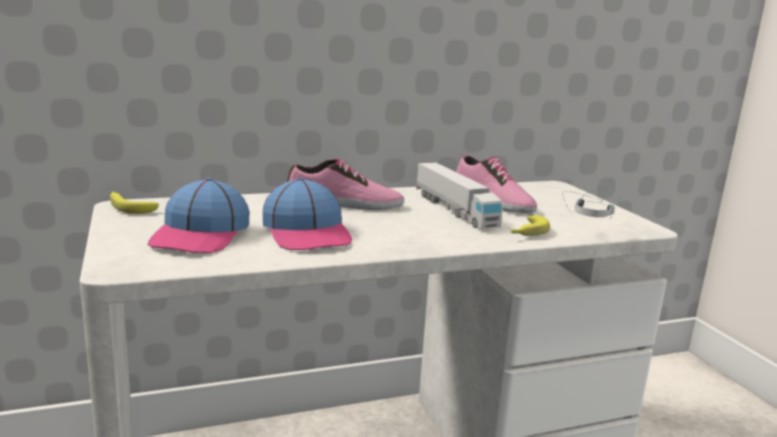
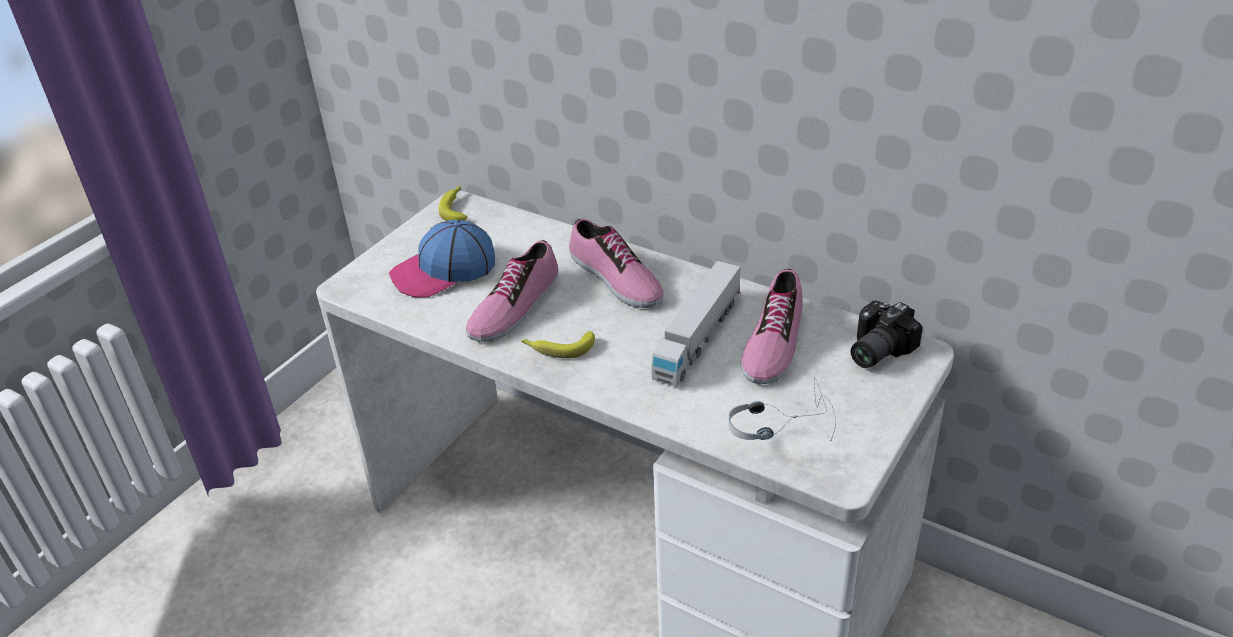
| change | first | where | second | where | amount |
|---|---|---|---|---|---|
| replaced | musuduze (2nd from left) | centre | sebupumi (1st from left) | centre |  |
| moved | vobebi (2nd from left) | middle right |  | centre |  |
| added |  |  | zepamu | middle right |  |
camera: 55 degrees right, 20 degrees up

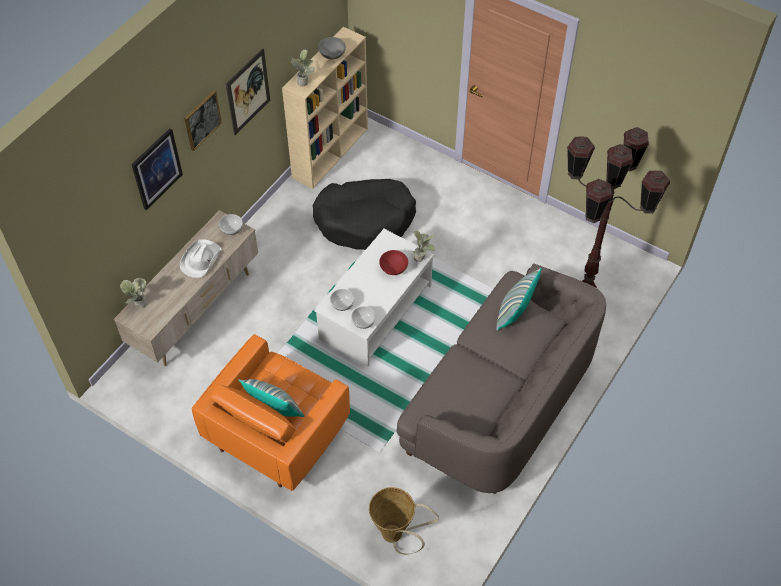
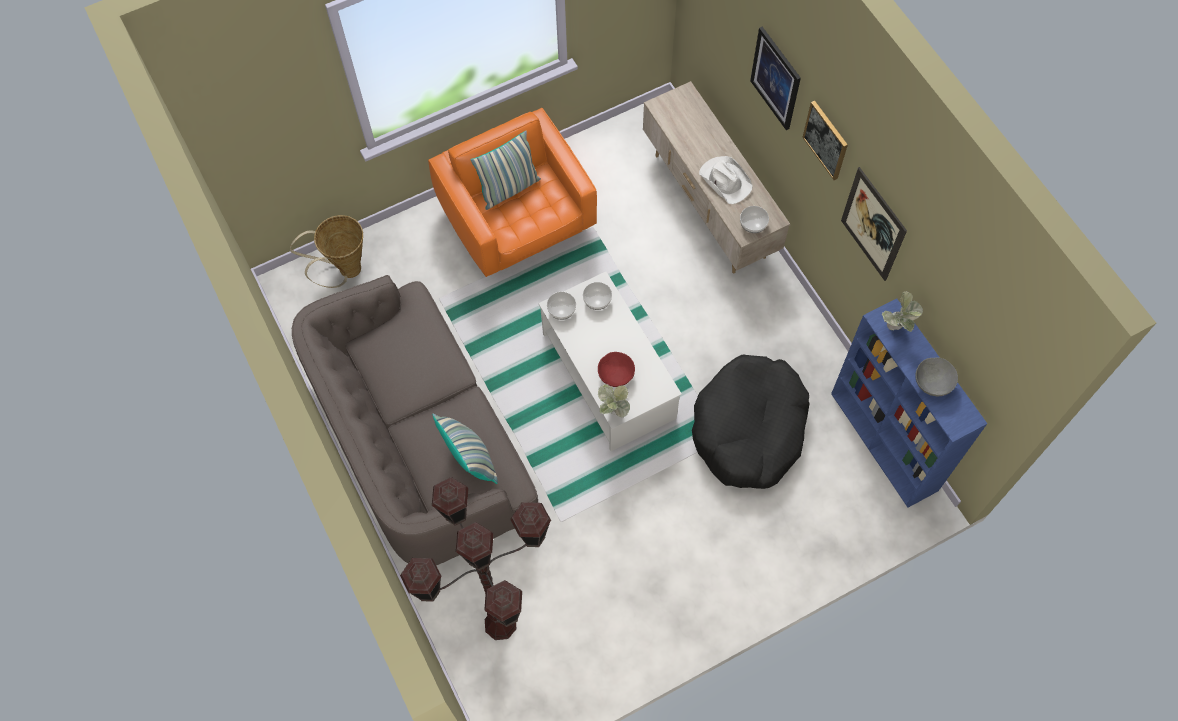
| change | first | where | second | where | amount |
|---|---|---|---|---|---|
| recoloured | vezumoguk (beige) | top centre | vezumoguk (blue) | middle right |  |
| removed | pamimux (1st from left) | middle left |  |  |  |
camera: 120 degrees right, 10 degrees up

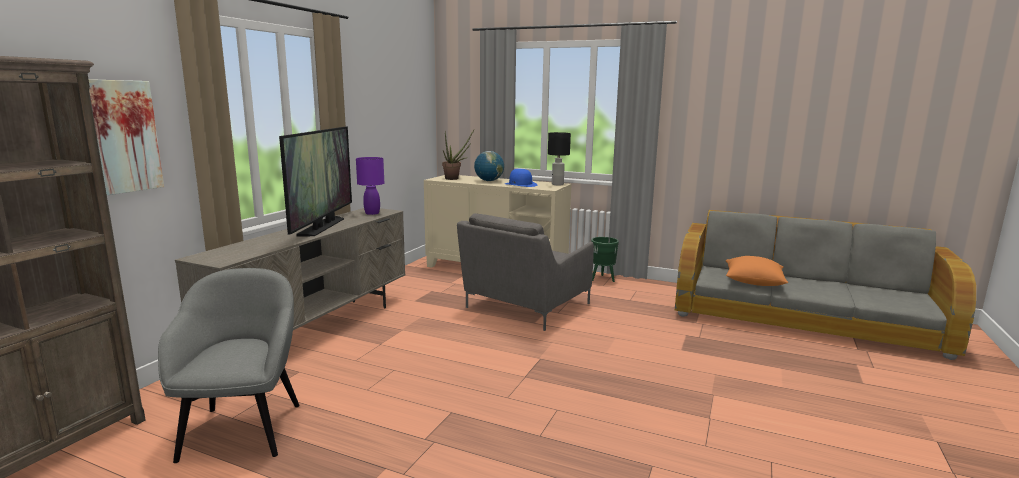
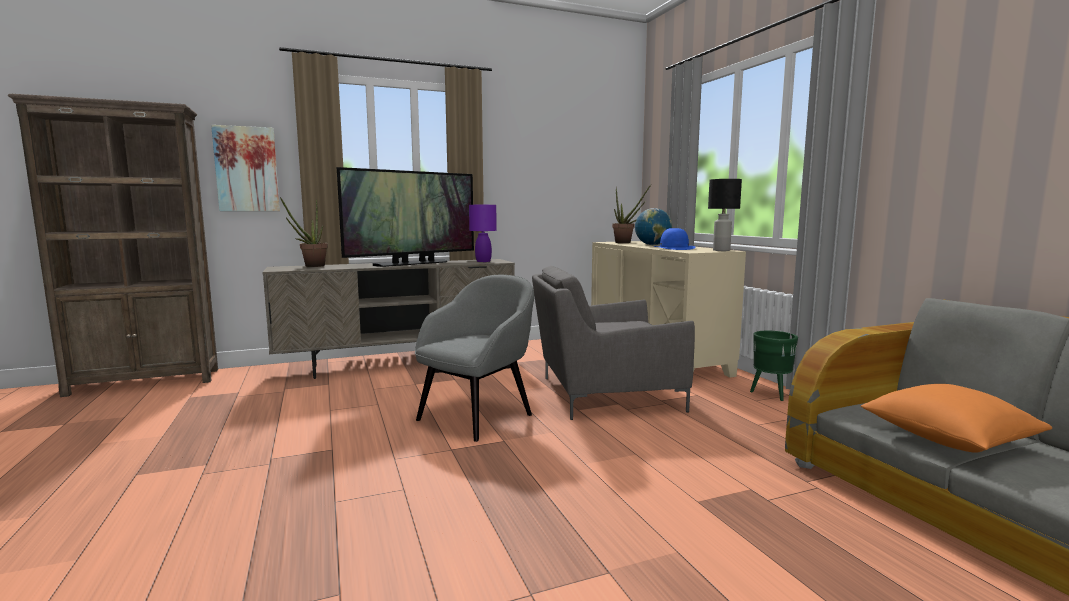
| change | first | where | second | where | amount |
|---|---|---|---|---|---|
| added |  |  | pamimux (1st from left) | middle left |  |
| moved | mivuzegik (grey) (1st from left) | bottom left |  | centre |  |
camera: 45 degrees right, 5 degrees down

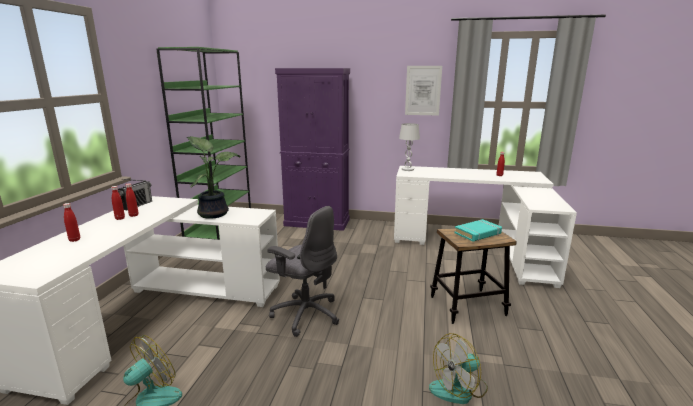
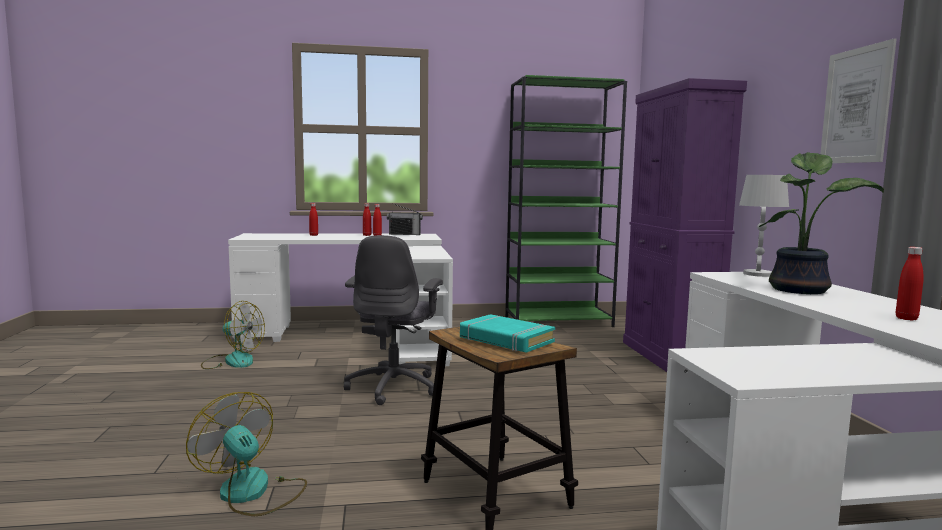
| change | first | where | second | where | amount |
|---|---|---|---|---|---|
| moved | pamimux | middle left |  | middle right |  |
camera: 70 degrees right, 10 degrees down

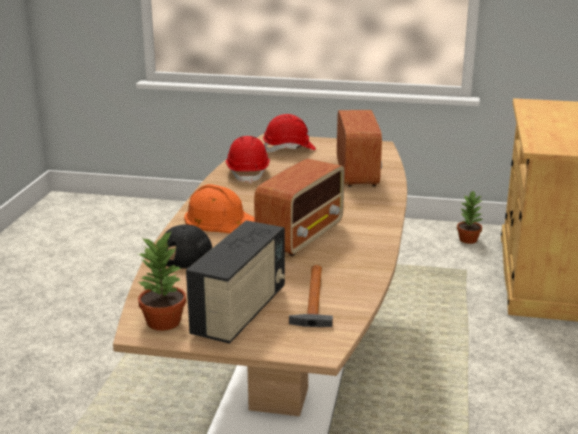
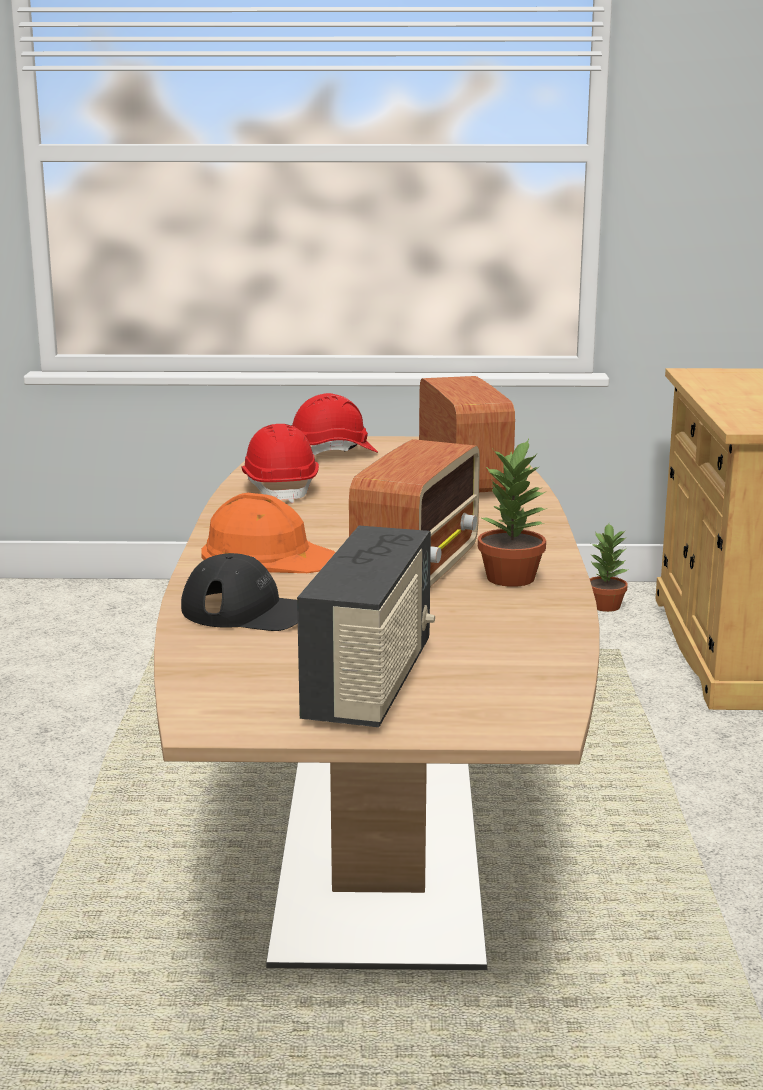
| change | first | where | second | where | amount |
|---|---|---|---|---|---|
| moved | pamimux (1st from left) | middle left |  | middle right |  |
| removed | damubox | bottom centre |  |  |  |
camera: 10 degrees left, 5 degrees down

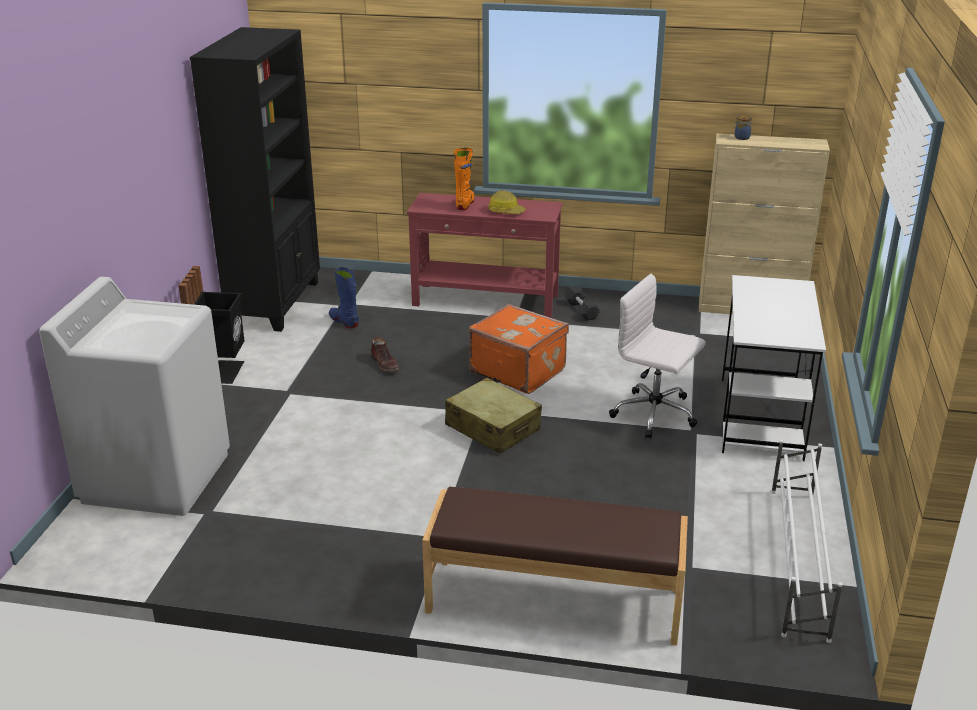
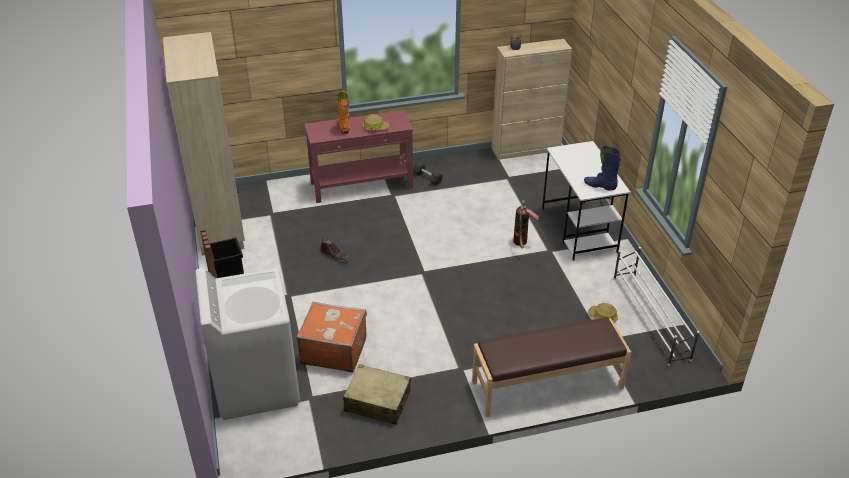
| change | first | where | second | where | amount |
|---|---|---|---|---|---|
| recoloured | vezumoguk (black) | top left | vezumoguk (beige) | top left |  |
| moved | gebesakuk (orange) | centre |  | bottom centre |  |
| moved | gebesakuk (beige) | centre |  | bottom centre |  |
| replaced | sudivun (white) | middle right | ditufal | centre |  |
| moved | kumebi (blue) | centre |  | middle right |  |
| added |  |  | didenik (2nd from left) | middle right |  |
camera: 25 degrees left, 10 degrees up

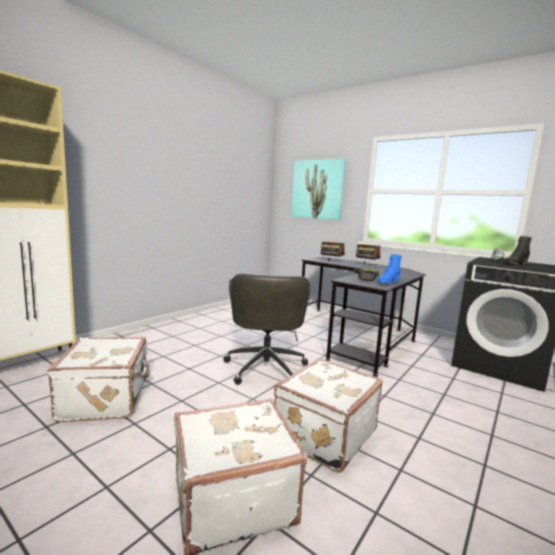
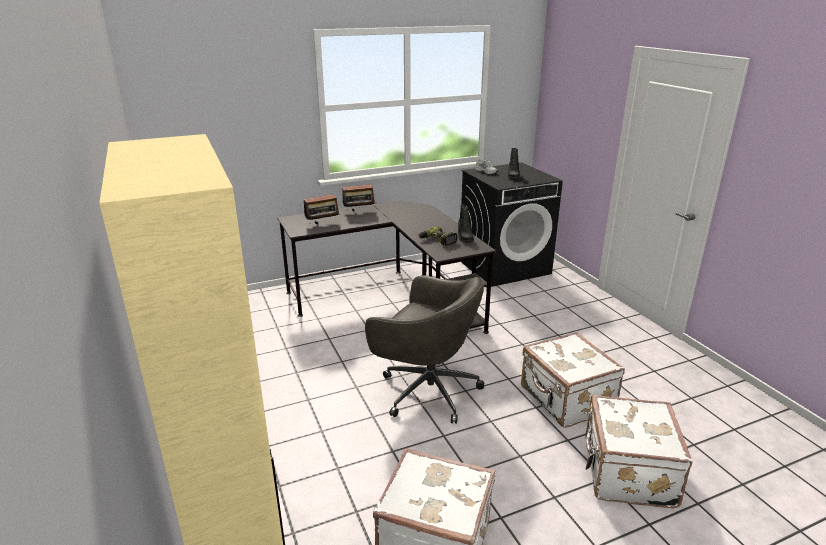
| change | first | where | second | where | amount |
|---|---|---|---|---|---|
| recoloured | kumebi (blue) | middle right | kumebi (black) (1st from left) | centre |  |
| removed | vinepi | centre |  |  |  |
camera: 60 degrees left, 15 degrees up

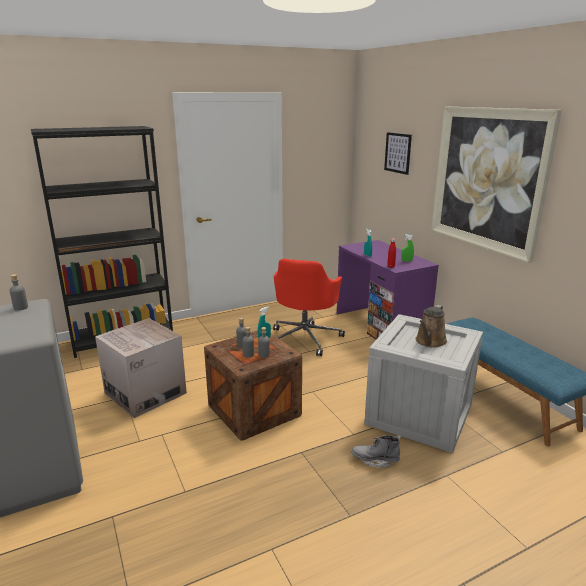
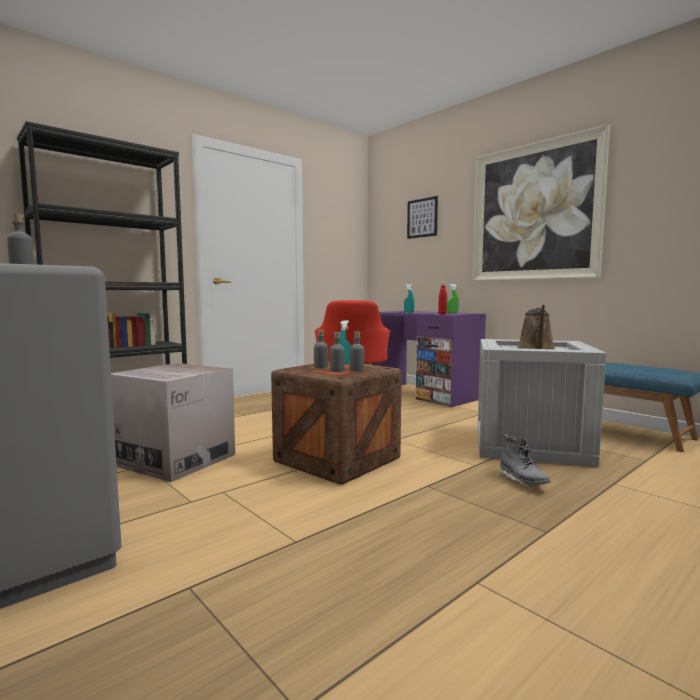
| change | first | where | second | where | amount |
|---|---|---|---|---|---|
| turned | kumebi (grey) | bottom centre |  | middle right | 105 degrees counterclockwise |
camera: 15 degrees left, 15 degrees down

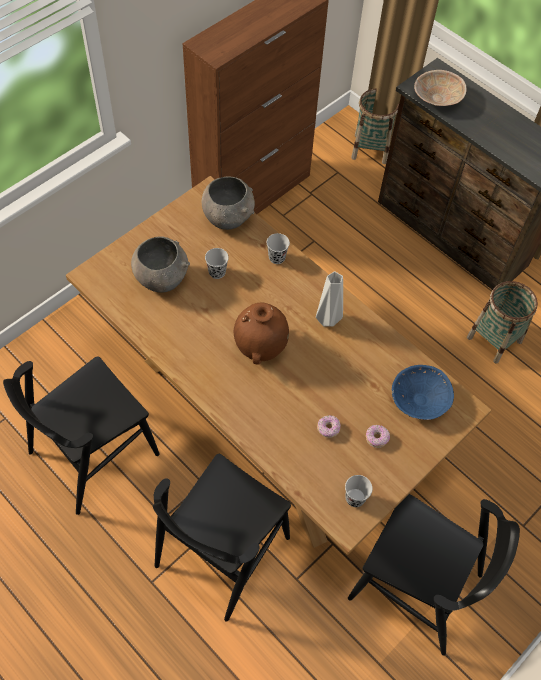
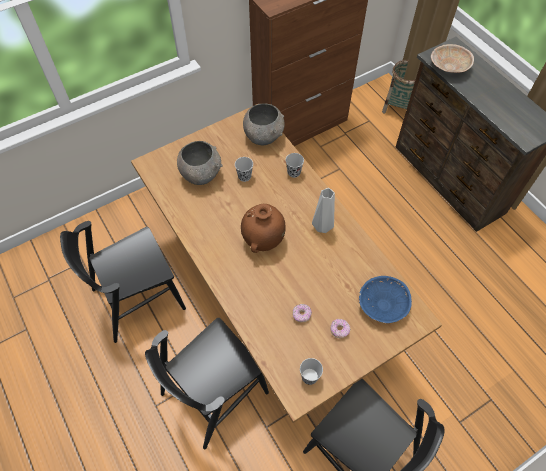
| change | first | where | second | where | amount |
|---|---|---|---|---|---|
| removed | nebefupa (2nd from left) | middle right |  |  |  |
camera: 15 degrees right, 0 degrees up

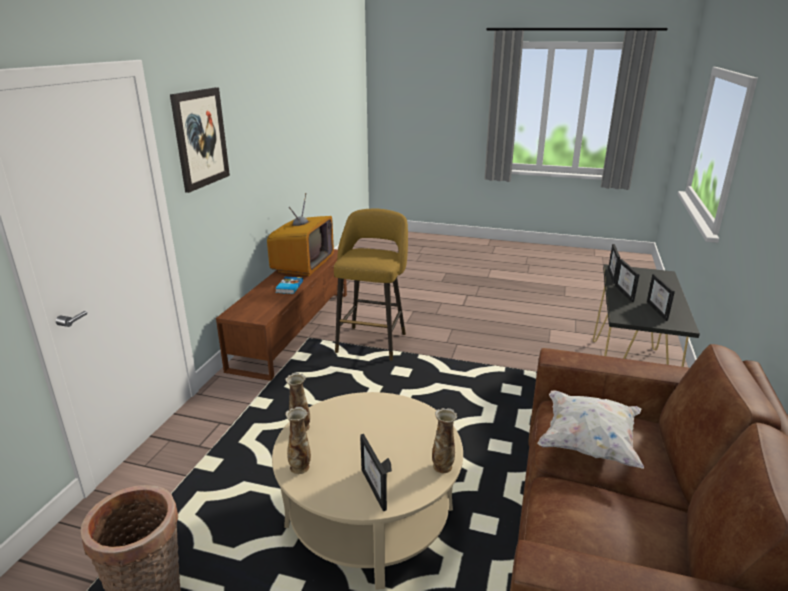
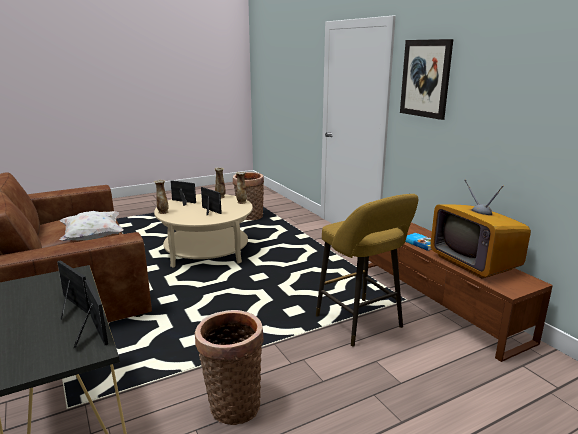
| change | first | where | second | where | amount |
|---|---|---|---|---|---|
| added |  |  | nebefupa (1st from left) | bottom centre |  |
| moved | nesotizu (4th from left) | middle right |  | centre |  |
camera: 135 degrees right, 5 degrees down

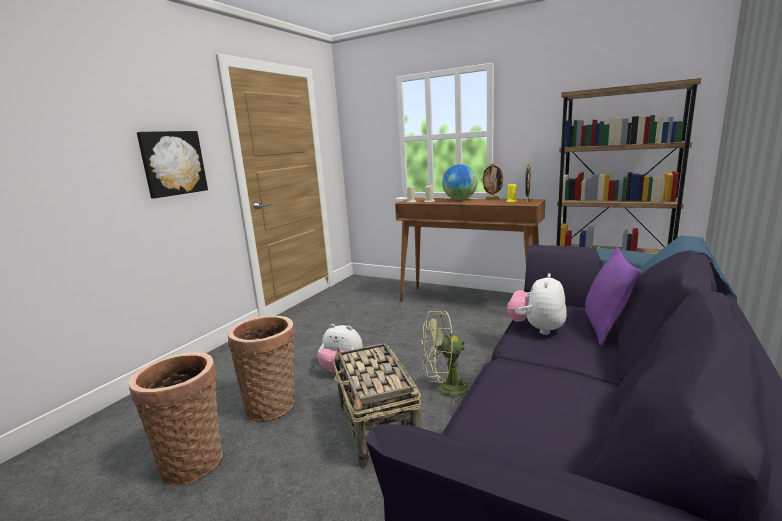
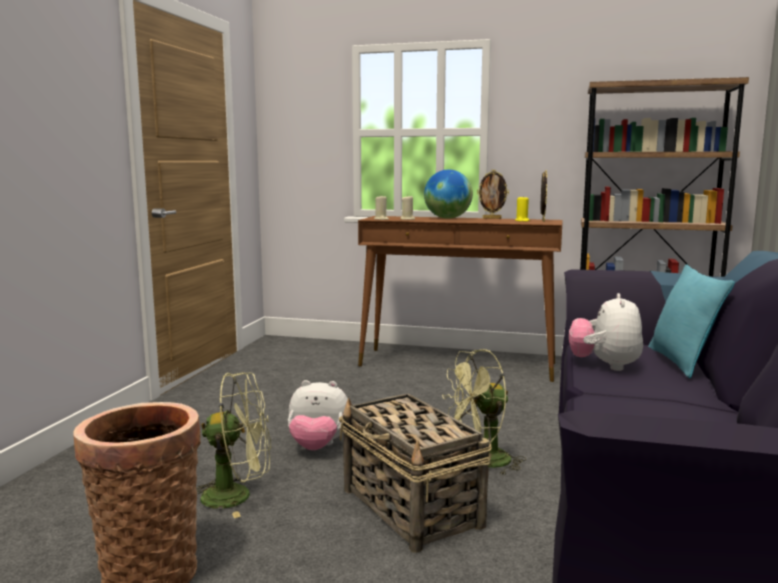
| change | first | where | second | where | amount |
|---|---|---|---|---|---|
| replaced | nebefupa (2nd from left) | bottom centre | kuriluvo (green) (1st from left) | bottom left |  |
| recoloured | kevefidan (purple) | middle right | kevefidan (turquoise) | middle right |  |
| removed | vinepi | top left |  |  |  |
camera: 15 degrees left, 5 degrees down

